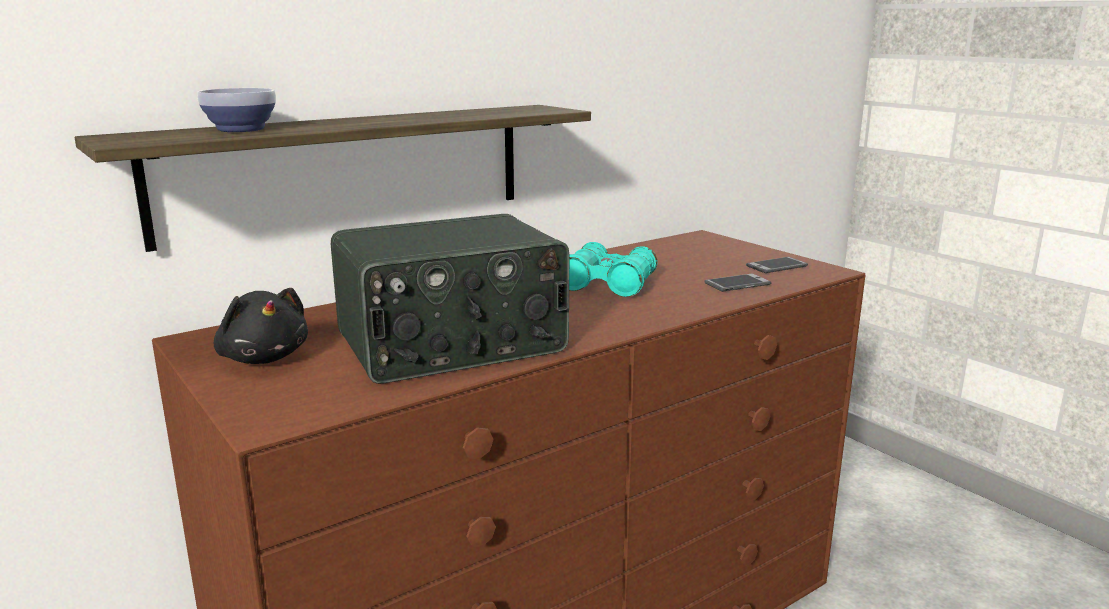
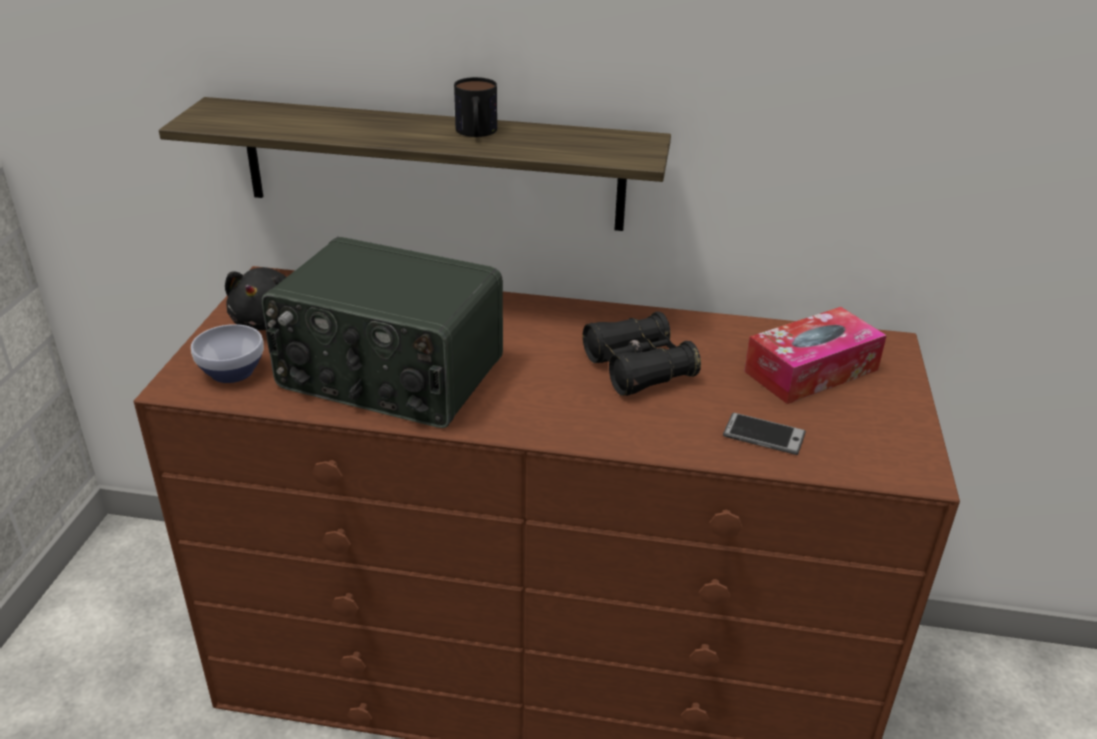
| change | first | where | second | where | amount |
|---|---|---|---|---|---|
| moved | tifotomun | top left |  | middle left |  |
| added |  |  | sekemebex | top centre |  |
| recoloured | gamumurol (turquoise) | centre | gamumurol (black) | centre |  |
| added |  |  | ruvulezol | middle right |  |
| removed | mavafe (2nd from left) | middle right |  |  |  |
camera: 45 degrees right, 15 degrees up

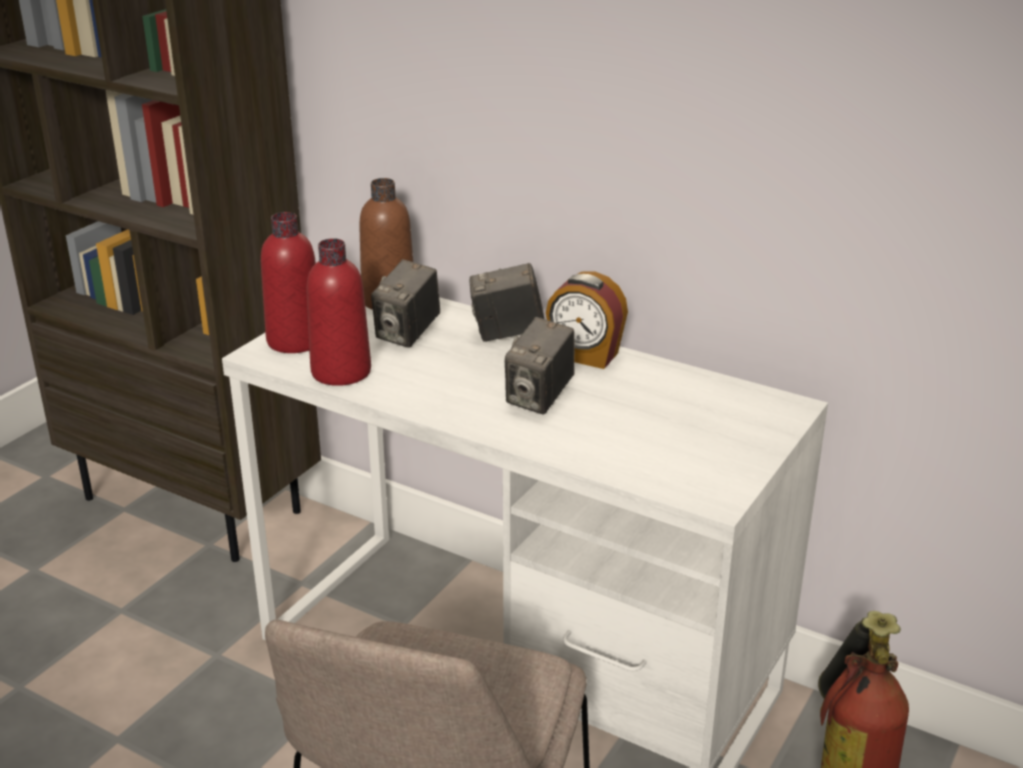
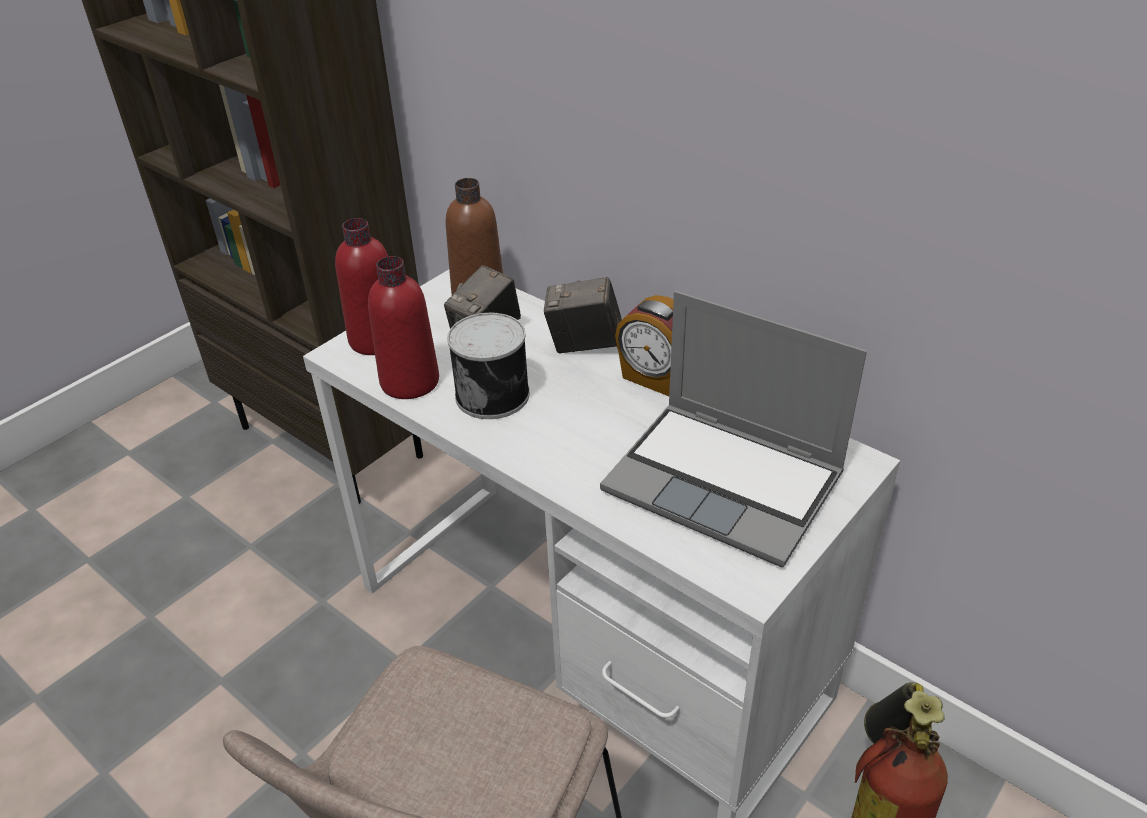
| change | first | where | second | where | amount |
|---|---|---|---|---|---|
| added |  |  | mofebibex | centre |  |
| added |  |  | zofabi | centre |  |
| removed | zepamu (3rd from left) | centre |  |  |  |
camera: 10 degrees right, 10 degrees up

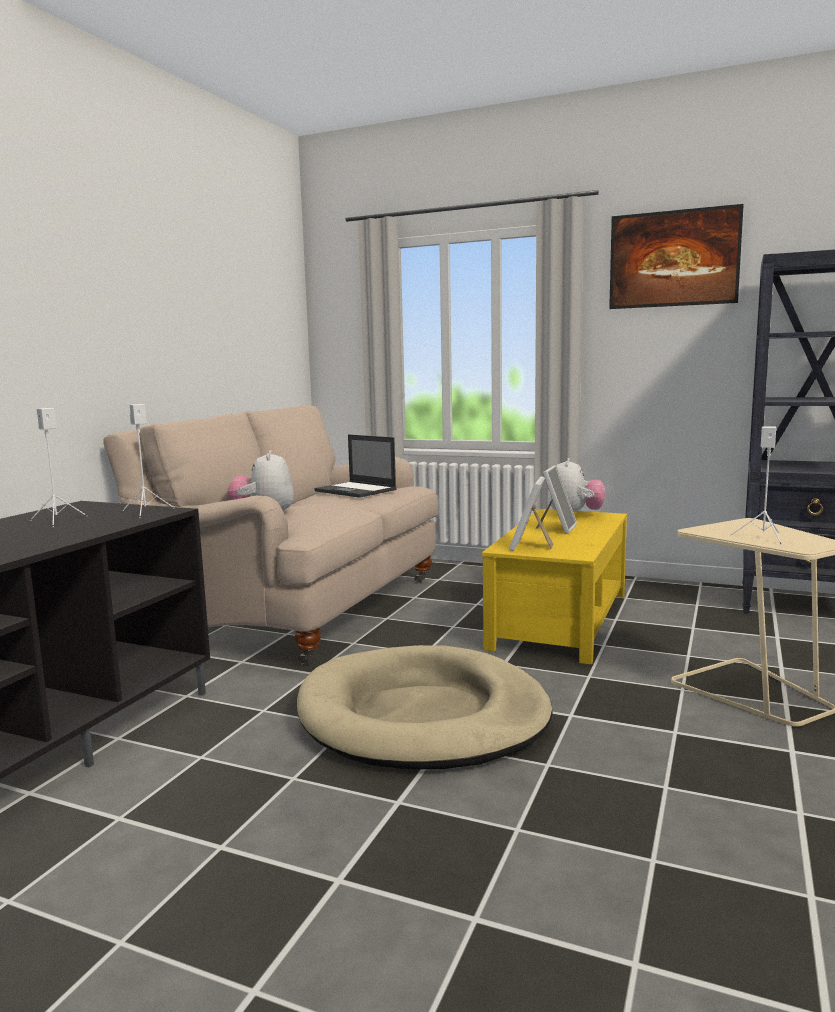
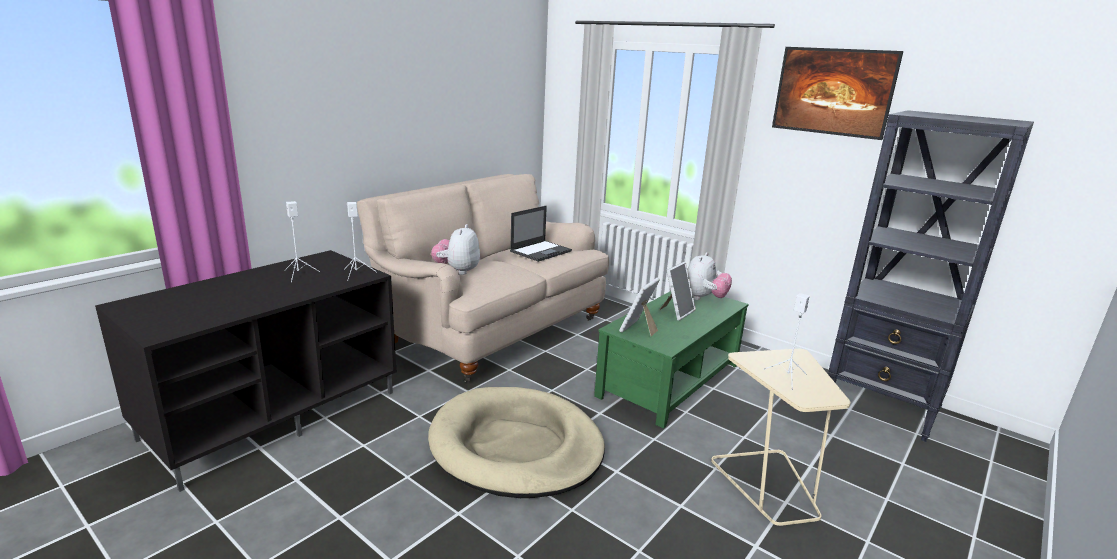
| change | first | where | second | where | amount |
|---|---|---|---|---|---|
| turned | zofabi | centre |  | centre | 105 degrees counterclockwise |
| recoloured | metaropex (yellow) | centre | metaropex (green) | centre |  |
camera: 15 degrees right, 10 degrees up

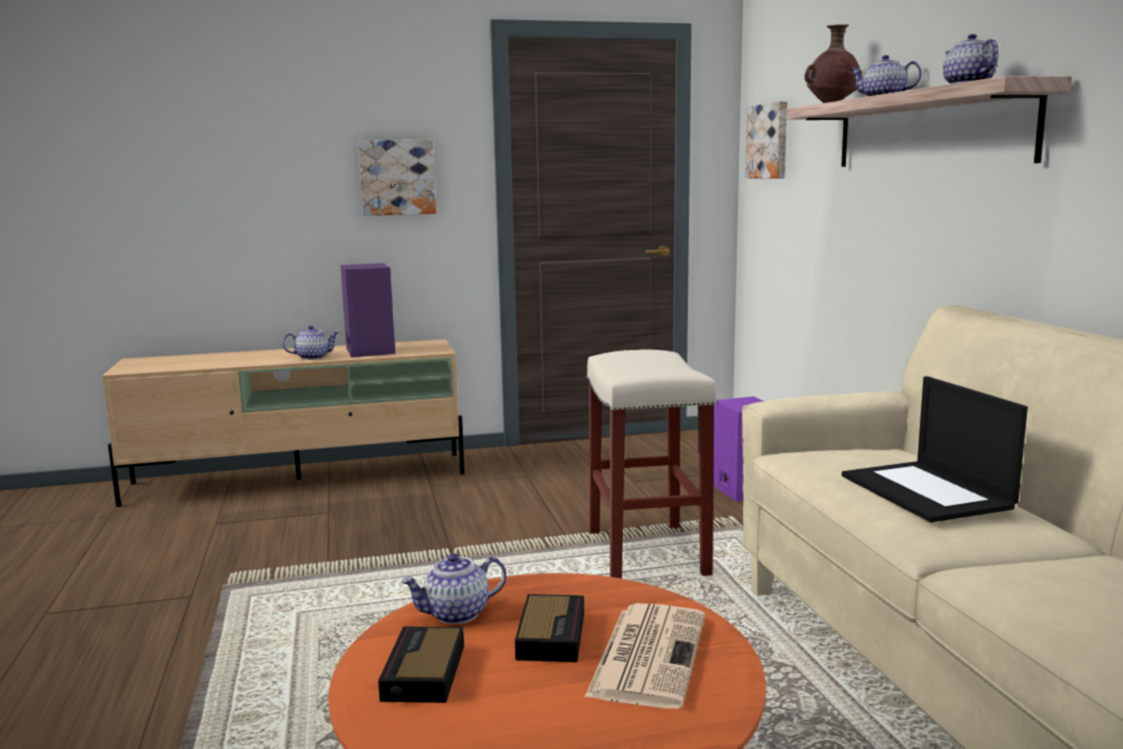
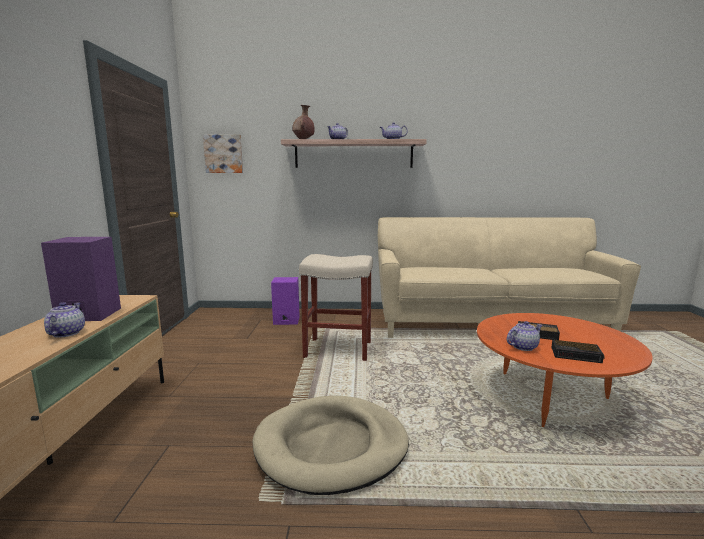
| change | first | where | second | where | amount |
|---|---|---|---|---|---|
| added |  |  | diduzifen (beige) | bottom centre |  |
| turned | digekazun (2nd from left in the first image) | bottom centre | digekazun (4th from left) | middle right | 105 degrees counterclockwise |
| removed | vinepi (1st from left) | top centre |  |  |  |
| removed | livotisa | bottom centre |  |  |  |
| removed | zofabi | middle right |  |  |  |
camera: 75 degrees left, 0 degrees up

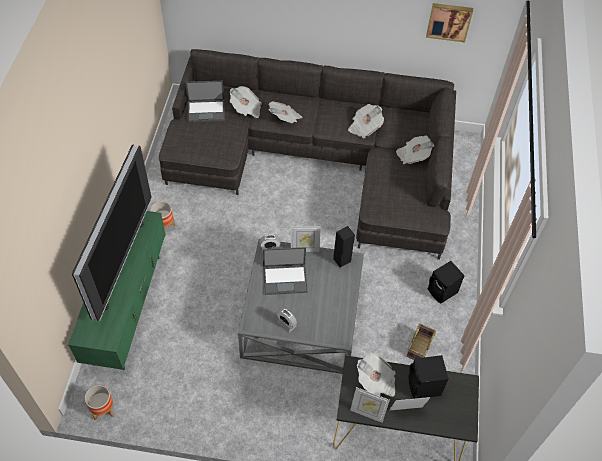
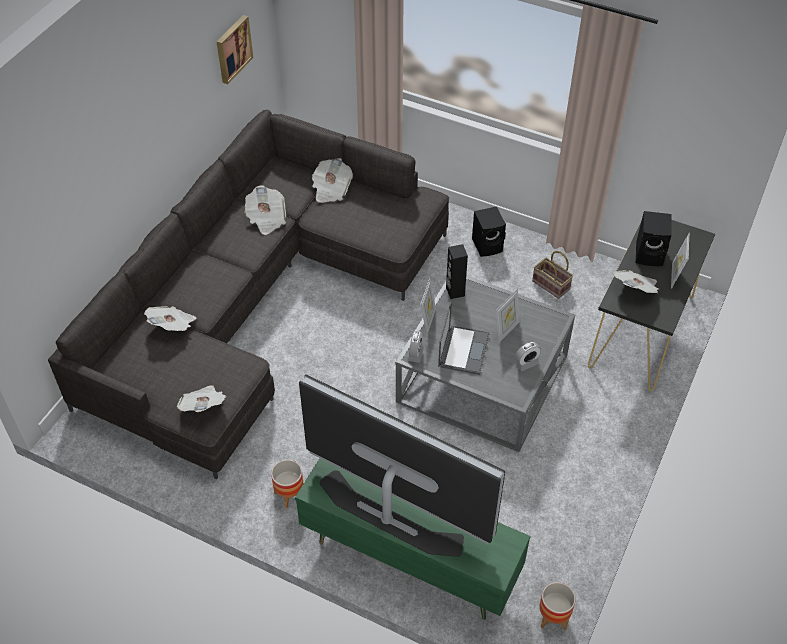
| change | first | where | second | where | amount |
|---|---|---|---|---|---|
| moved | livotisa (2nd from left) | top centre |  | middle left |  |
| moved | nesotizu (2nd from left) | bottom centre |  | centre |  |
| removed | zofabi (1st from left) | top centre |  |  |  |
camera: 70 degrees left, 5 degrees down

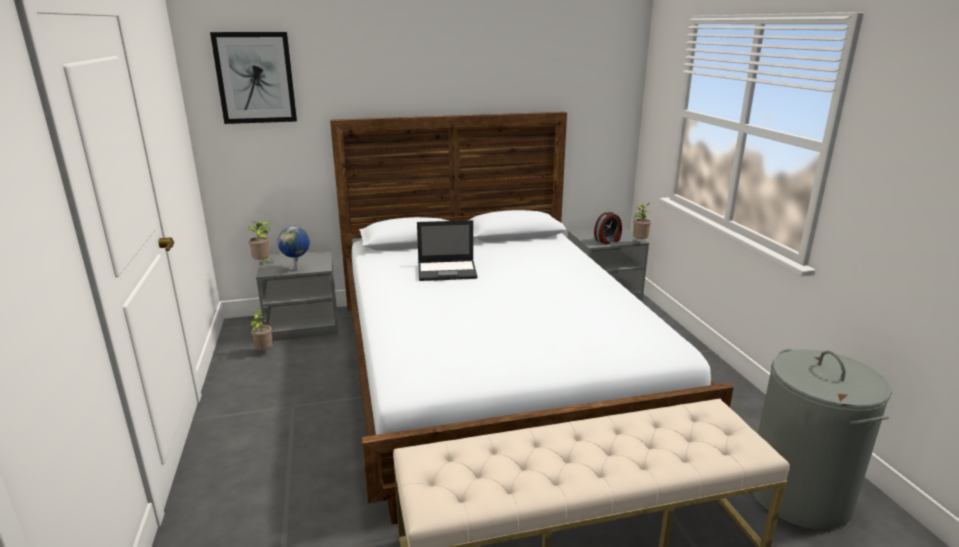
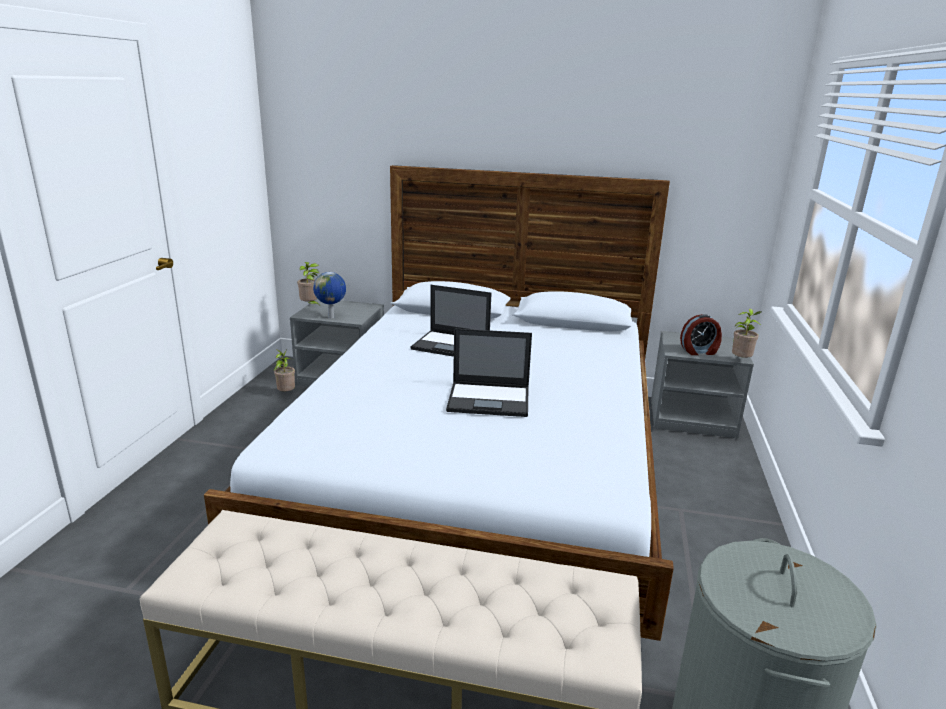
| change | first | where | second | where | amount |
|---|---|---|---|---|---|
| added |  |  | zofabi (2nd from left) | centre |  |
| removed | vinepi | top left |  |  |  |
camera: 25 degrees right, 0 degrees up

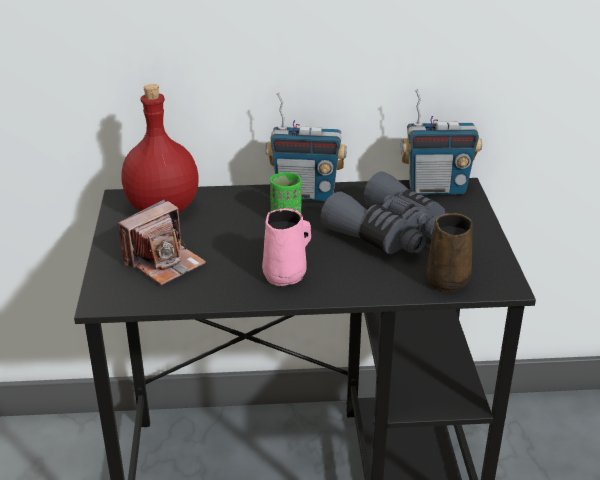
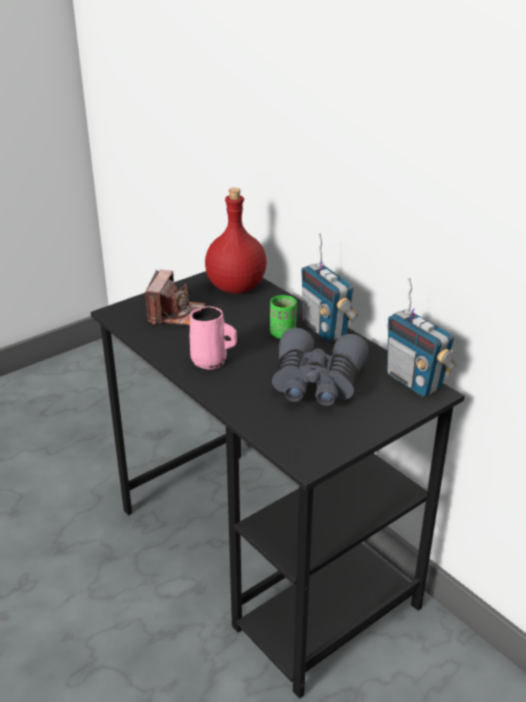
| change | first | where | second | where | amount |
|---|---|---|---|---|---|
| turned | zepamu | middle left |  | middle left | 90 degrees counterclockwise |
| removed | sekemebex (brown) | middle right |  |  |  |
camera: 55 degrees right, 0 degrees up

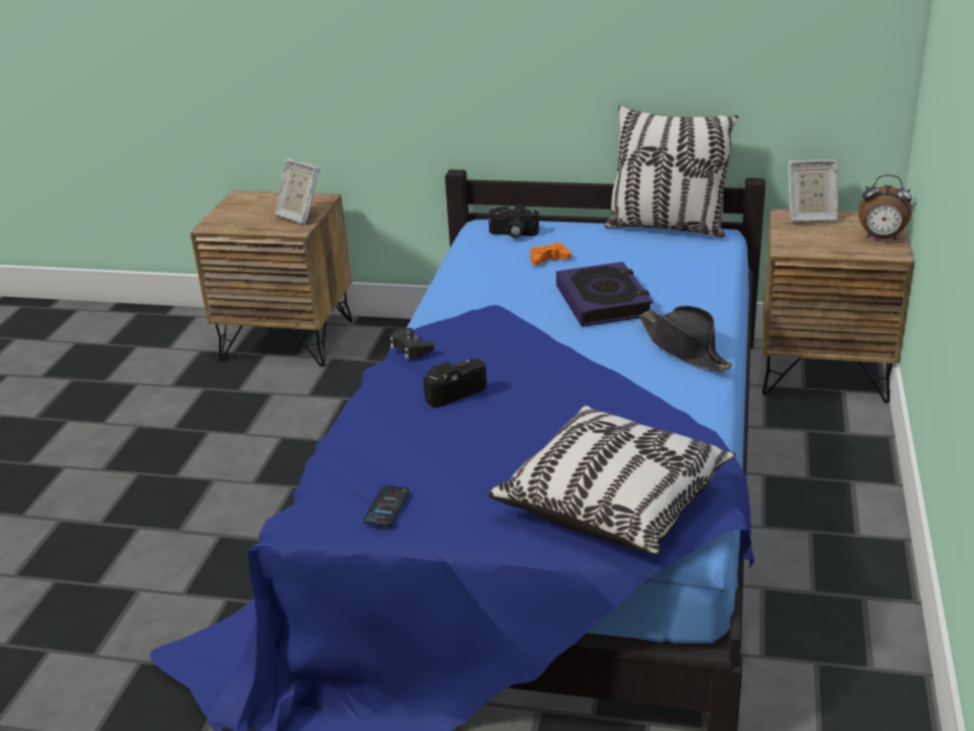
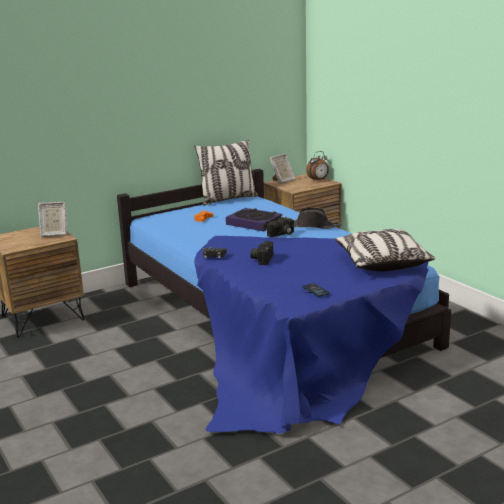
| change | first | where | second | where | amount |
|---|---|---|---|---|---|
| moved | zepamu (2nd from left) | top centre |  | centre |  |
camera: 45 degrees left, 10 degrees down

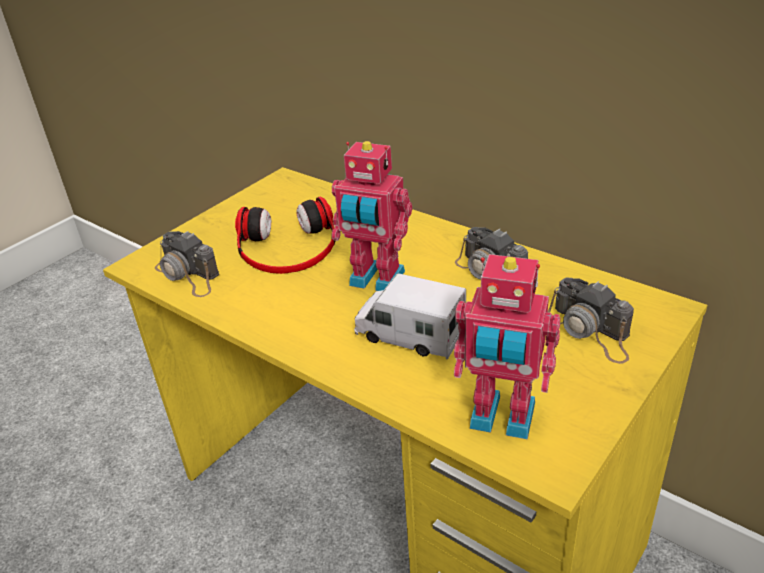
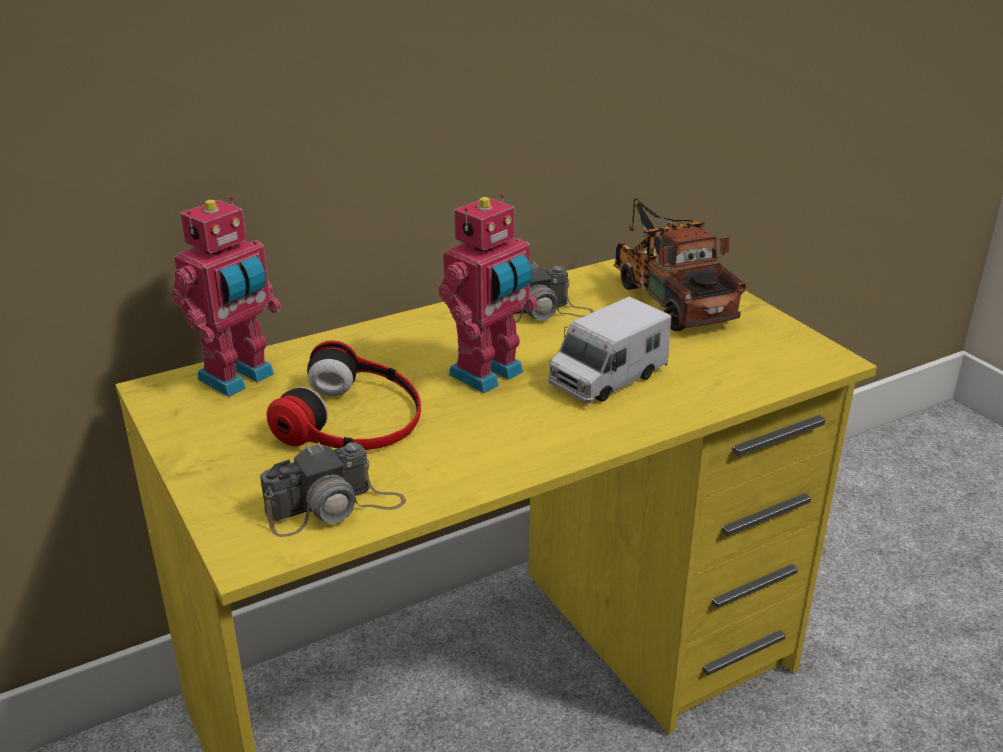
| change | first | where | second | where | amount |
|---|---|---|---|---|---|
| moved | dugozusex (2nd from left in the first image) | centre | dugozusex (1st from left) | middle left |  |
| replaced | zepamu (3rd from left) | middle right | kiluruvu (2nd from left) | middle right |  |
camera: 70 degrees left, 5 degrees down

